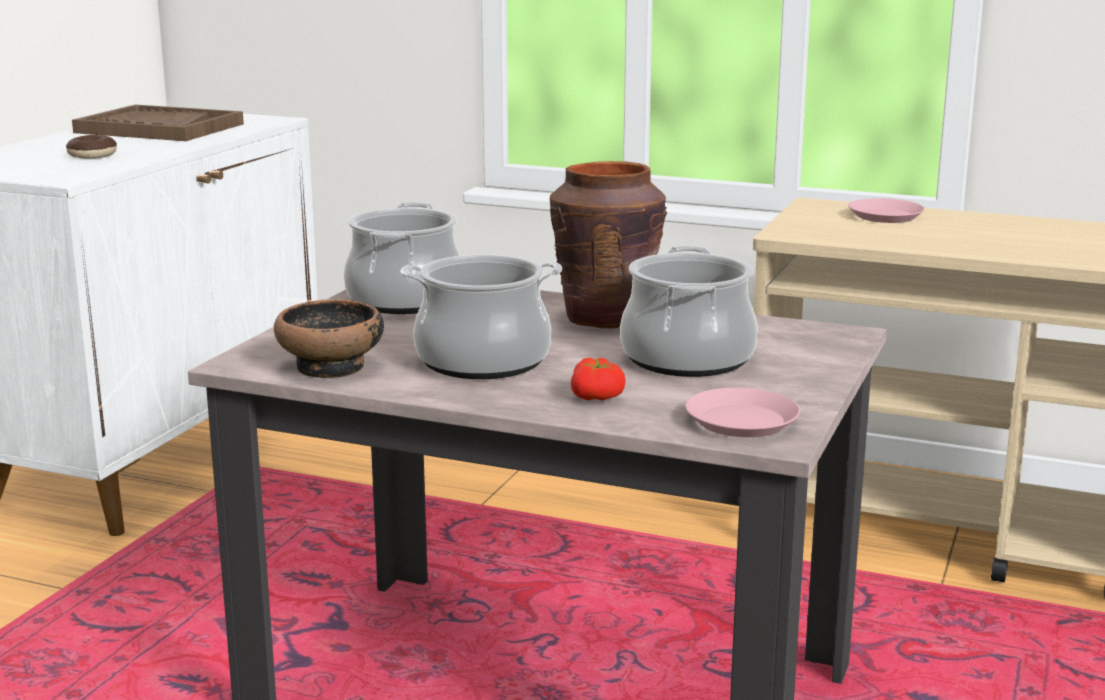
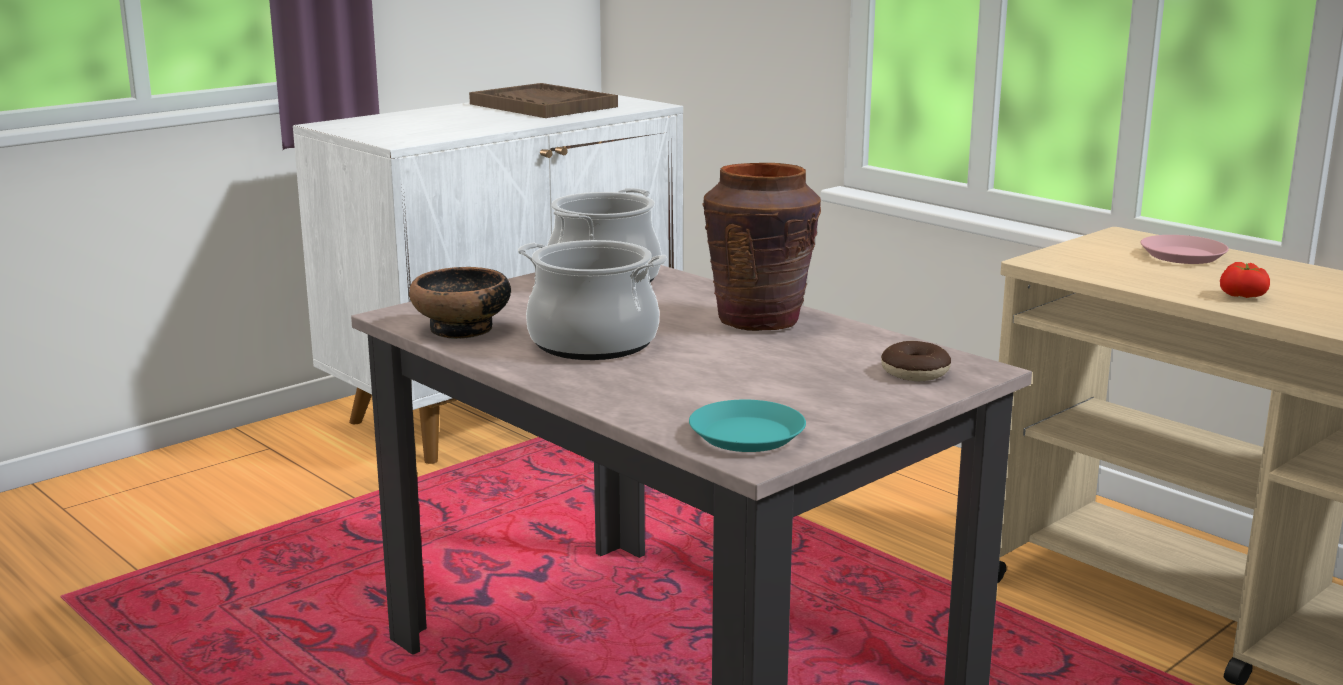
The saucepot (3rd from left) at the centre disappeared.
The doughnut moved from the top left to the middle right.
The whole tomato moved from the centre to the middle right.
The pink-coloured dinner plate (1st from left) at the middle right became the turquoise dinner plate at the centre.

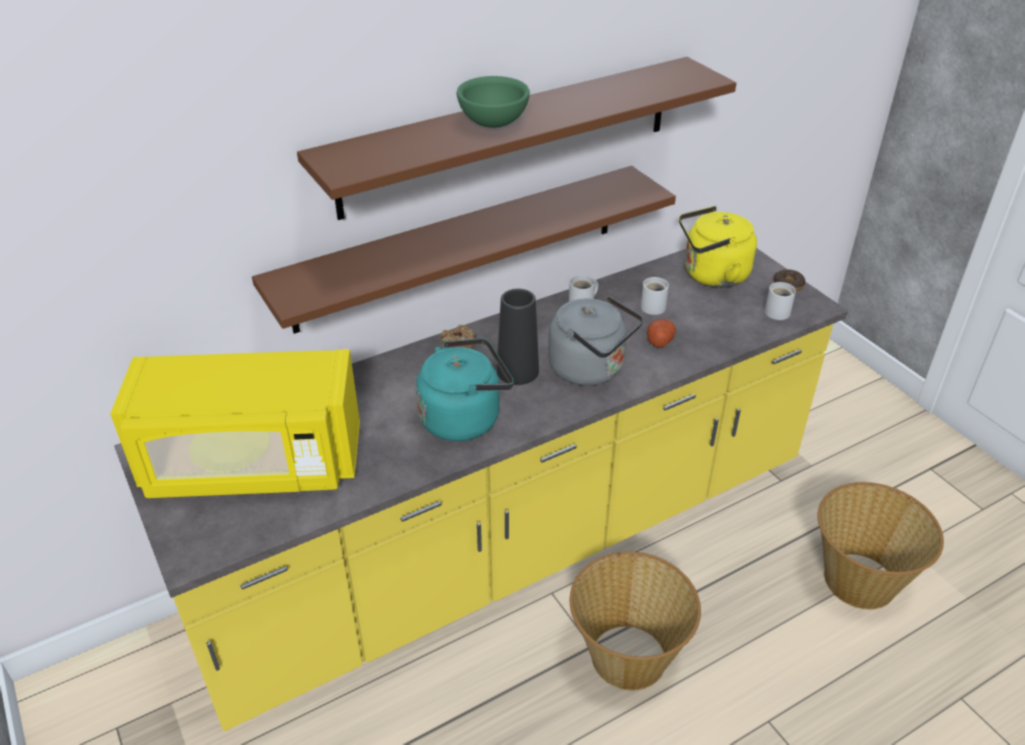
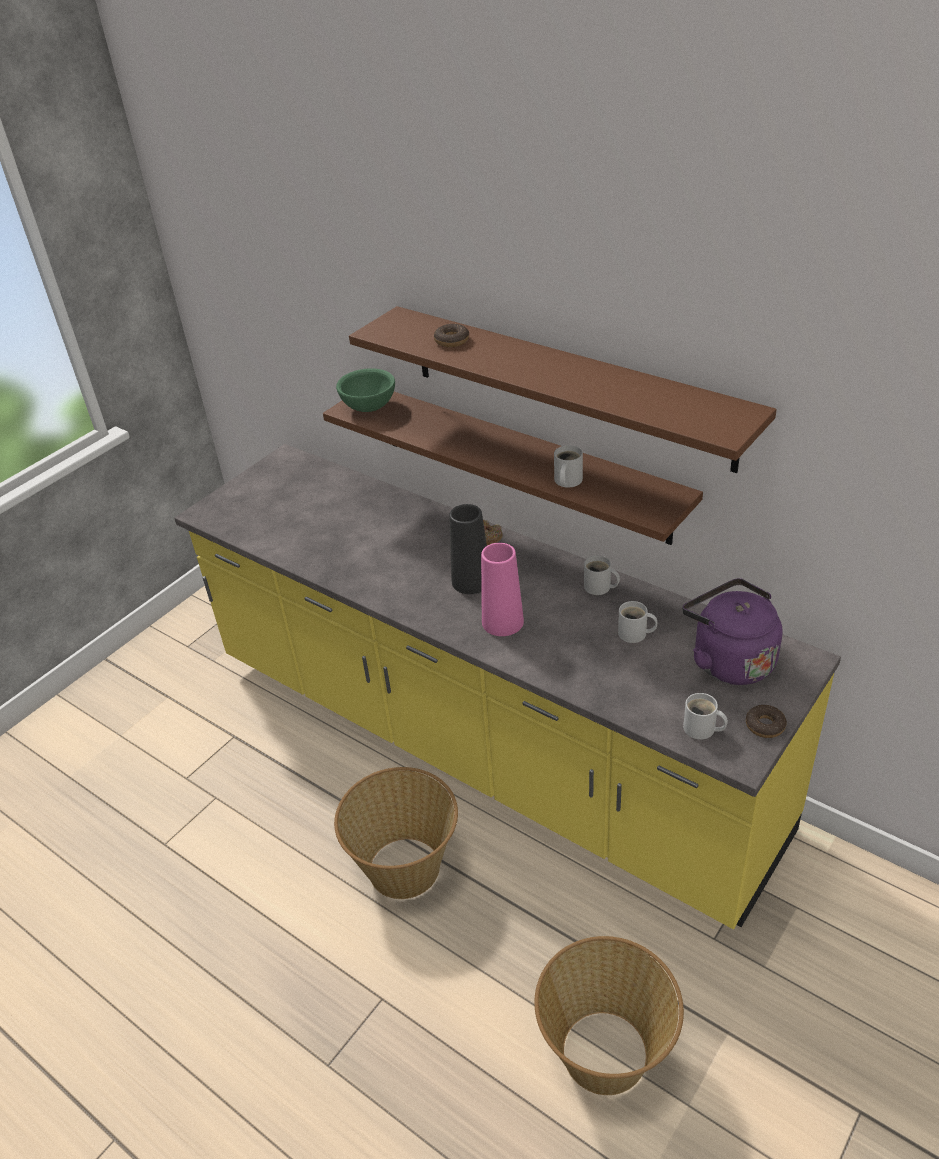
The yellowish kitchen microwave at the middle left disappeared.
The turquoise kettle at the centre disappeared.
The potato at the centre disappeared.
The doughnut (1st from left) at the top centre appeared.
The white tea mug (1st from left) at the centre appeared.
The green-coloured serving bowl moved from the top centre to the centre.
The greyish kettle at the centre was replaced by the pink-coloured flower vase at the centre.
The yellowish kettle at the top right became the purple kettle at the middle right.

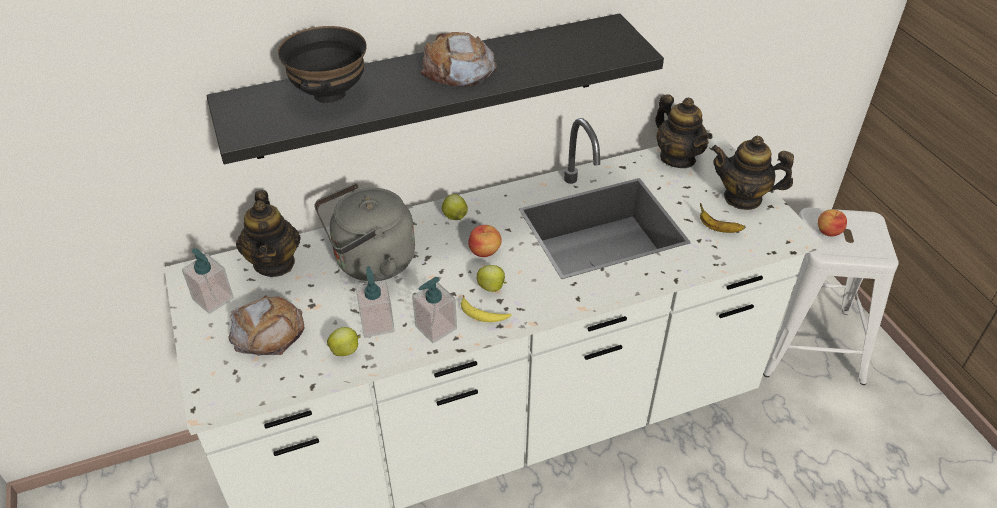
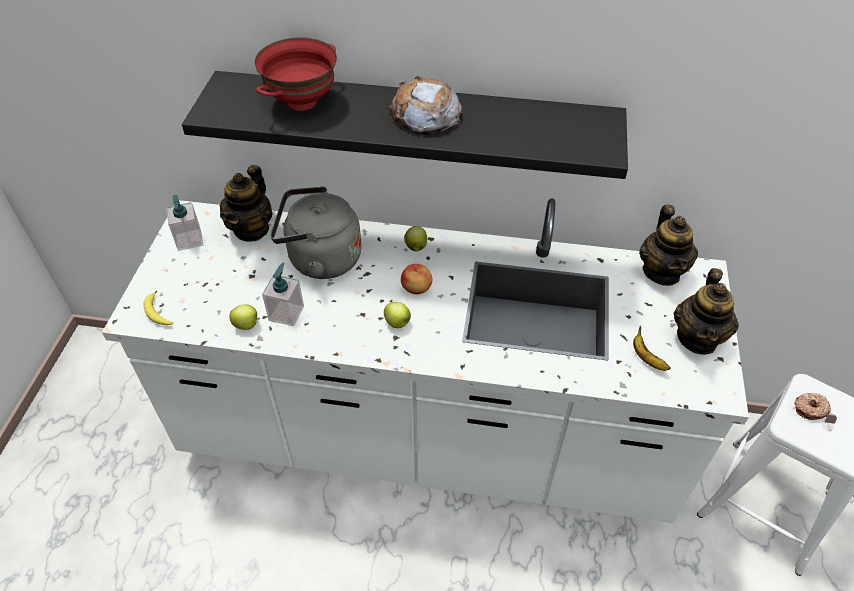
The bakery bread (1st from left) at the middle left disappeared.
The soap dispenser (3rd from left) at the centre disappeared.
The banana (1st from left) moved from the centre to the middle left.
The apple fruit (5th from left) at the middle right was replaced by the doughnut at the bottom right.
The blackish serving bowl at the top left became the reddish serving bowl at the top centre.
The pot for tea (3rd from left) at the middle right turned 120 degrees counterclockwise.

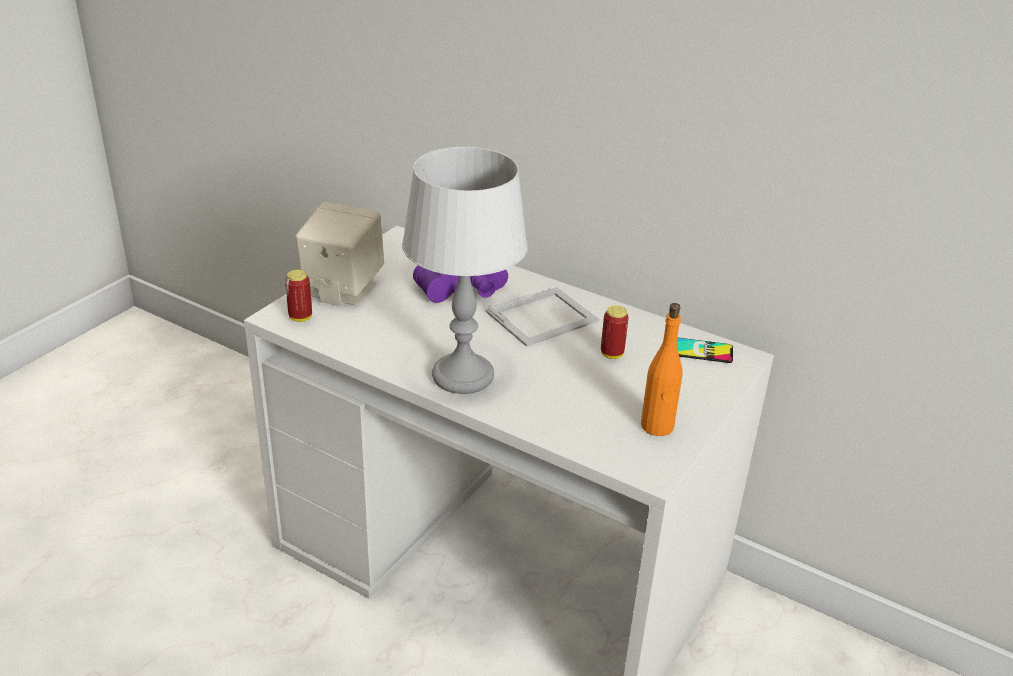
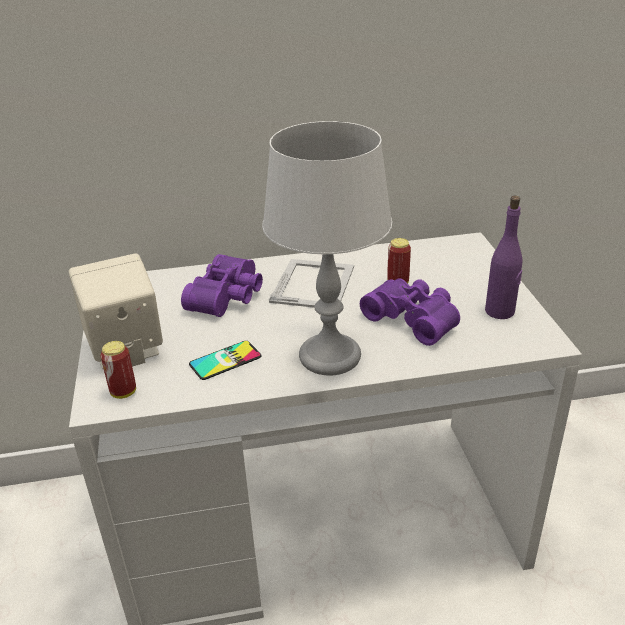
The purple pair of binoculars (2nd from left) at the centre appeared.
The handset moved from the middle right to the centre.
The orange bottle at the centre became the purple bottle at the middle right.

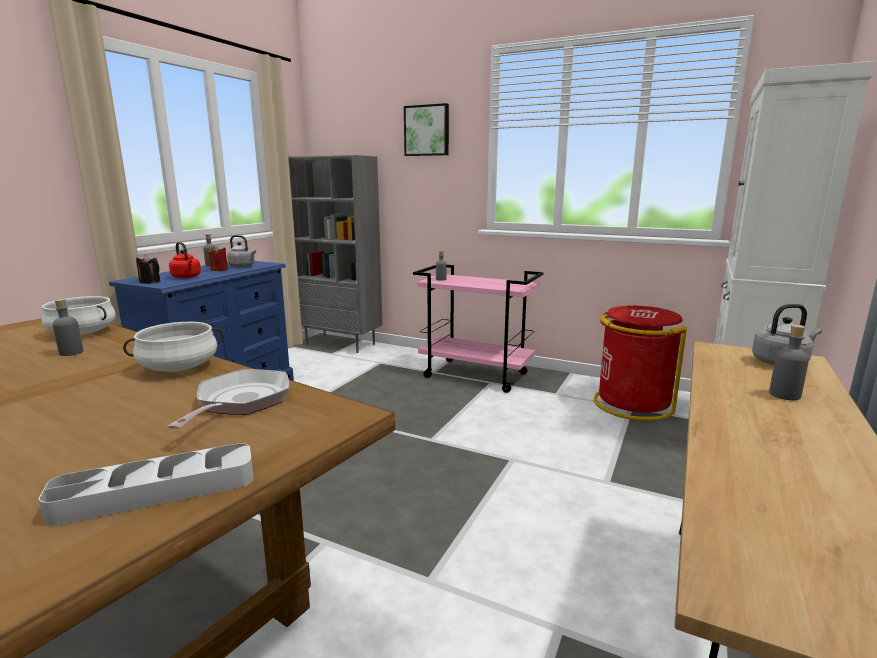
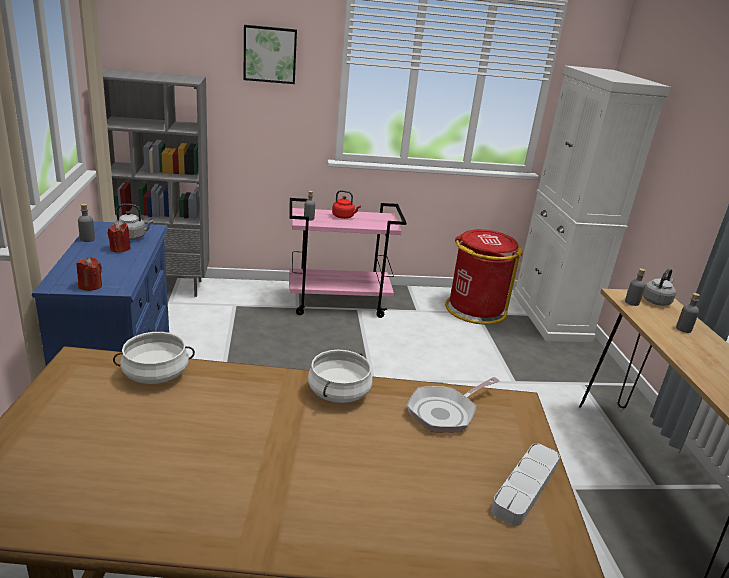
The greyish bottle (1st from left in the first image) moved from the middle left to the middle right.
The reddish kettle moved from the middle left to the centre.
The blackish wax candle at the middle left became the reddish wax candle (1st from left) at the middle left.
The pan at the middle left turned 105 degrees counterclockwise.

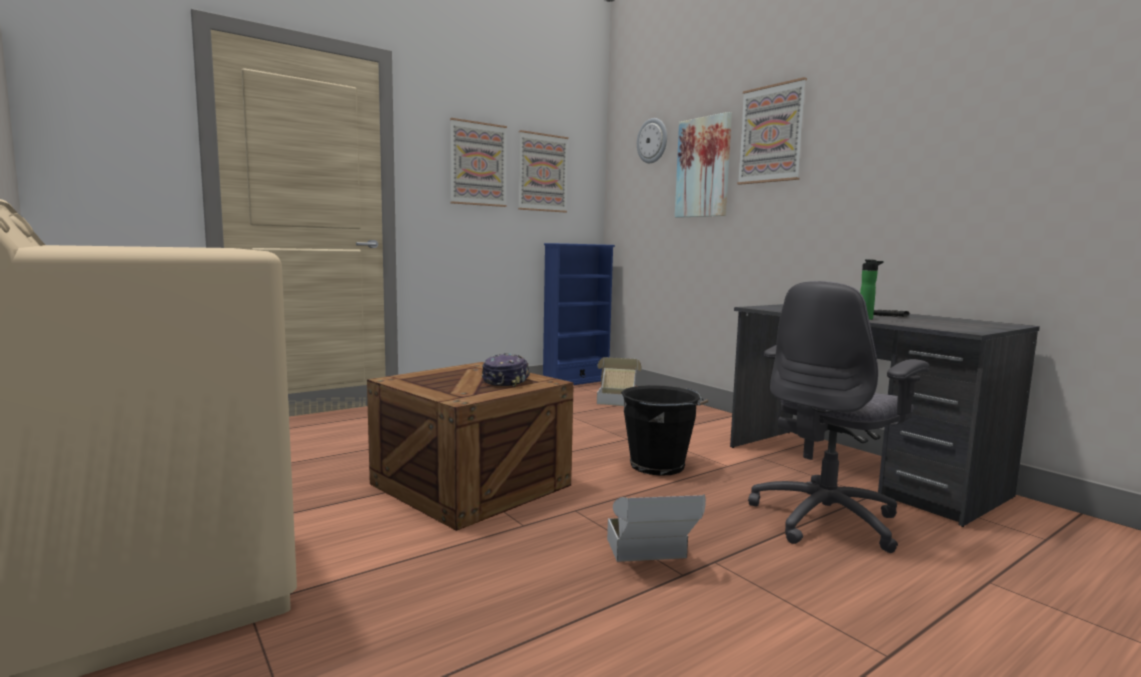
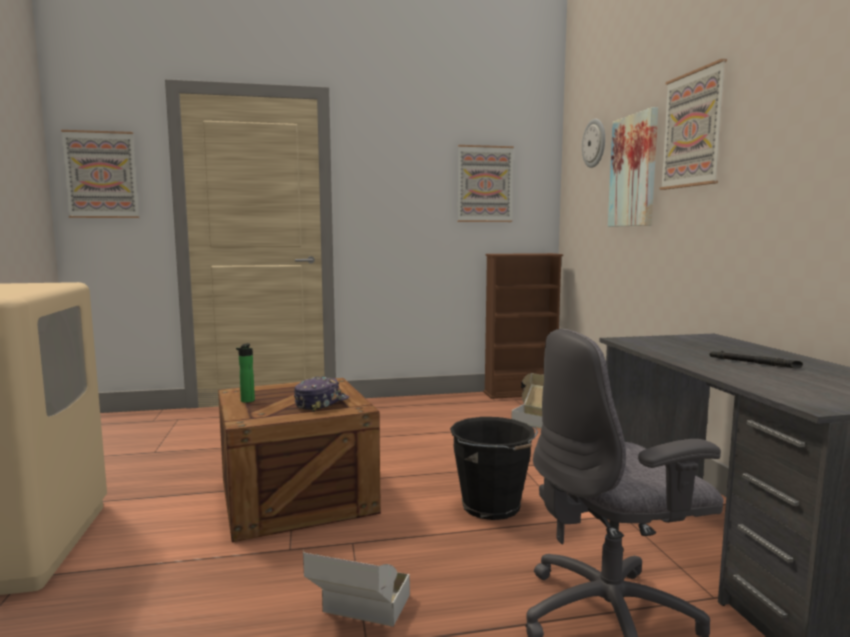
The picture (1st from left) moved from the top centre to the top left.
The bottle moved from the middle right to the middle left.
The blue-coloured bookshelf at the centre became the brownish bookshelf at the centre.

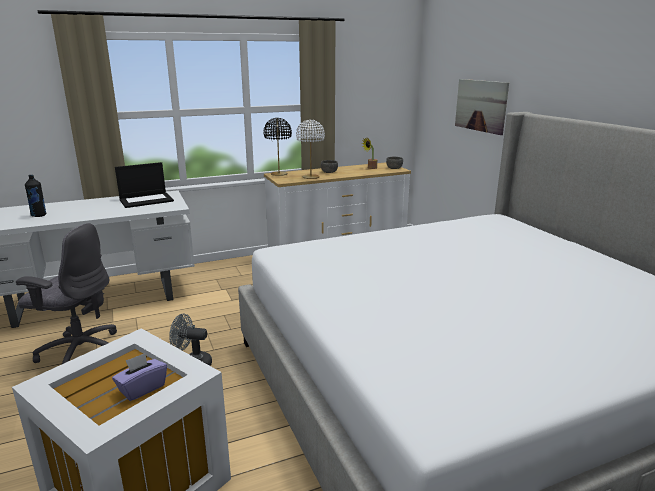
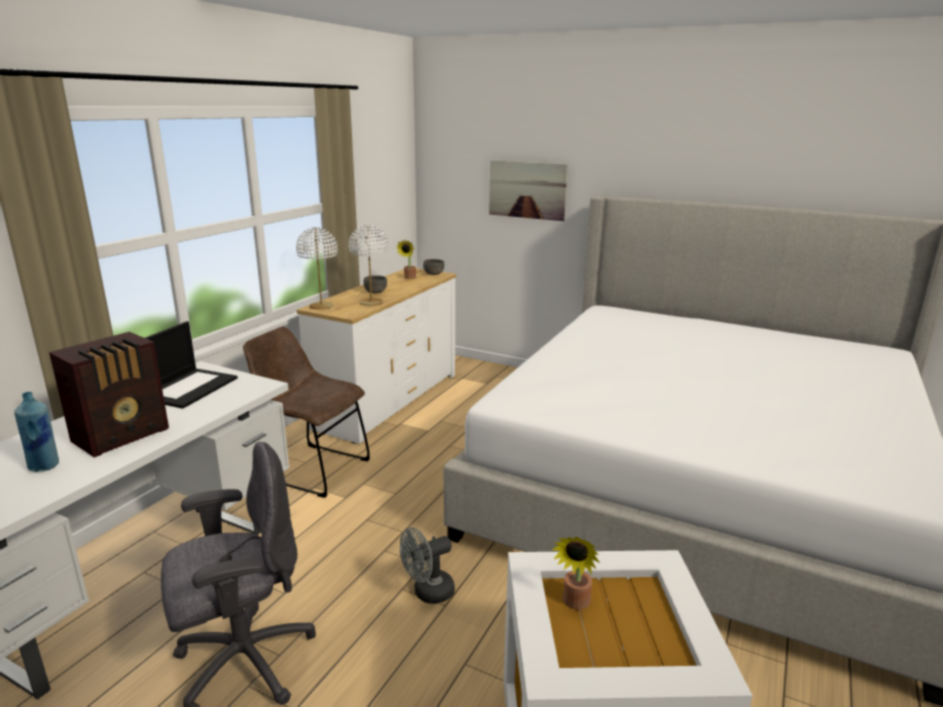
The purple box of tissues at the bottom left disappeared.
The radio receiver at the middle left appeared.
The brownish plain chair at the middle left appeared.
The potted plant (2nd from left) at the bottom centre appeared.
The blackish bottle at the middle left became the blue-coloured bottle at the middle left.
The blackish table lamp at the top centre became the white table lamp (1st from left) at the centre.

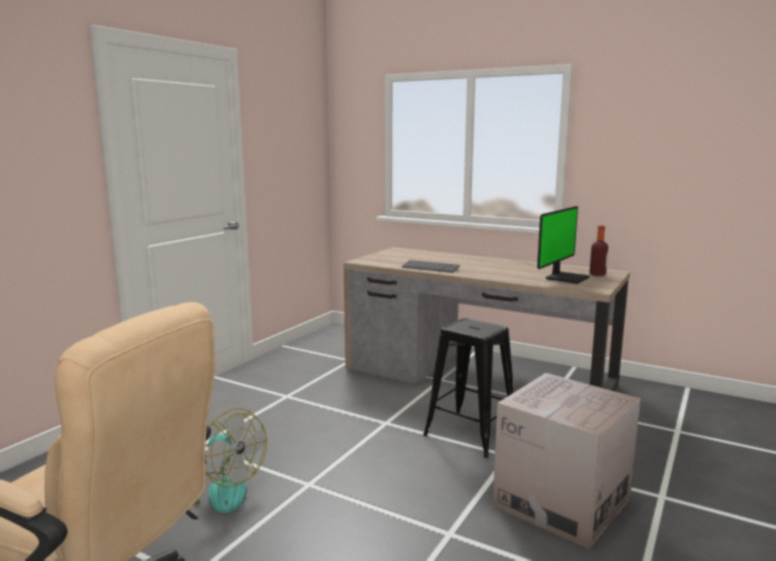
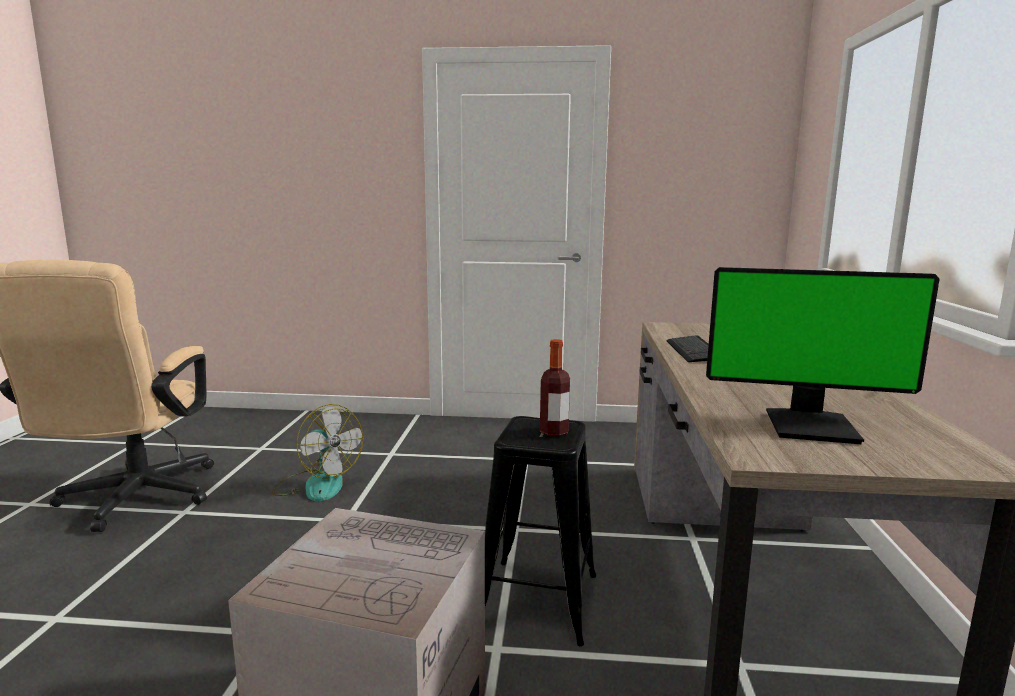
The bottle moved from the middle right to the centre.
The cooling fan at the bottom left turned 60 degrees counterclockwise.

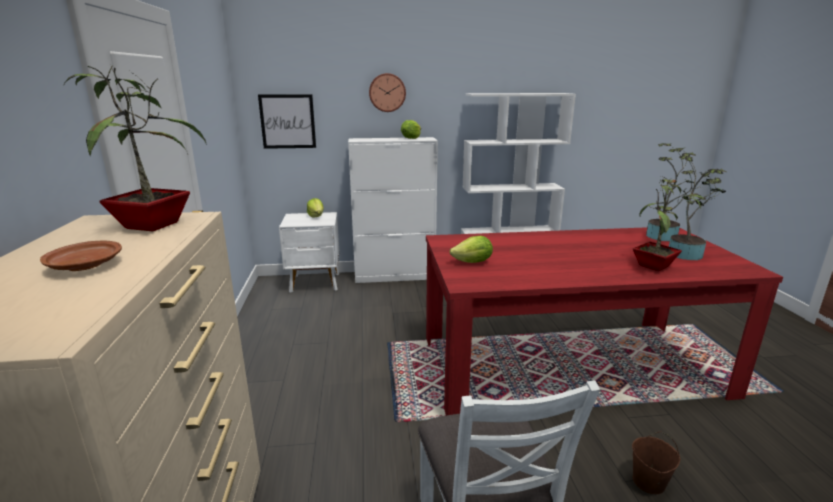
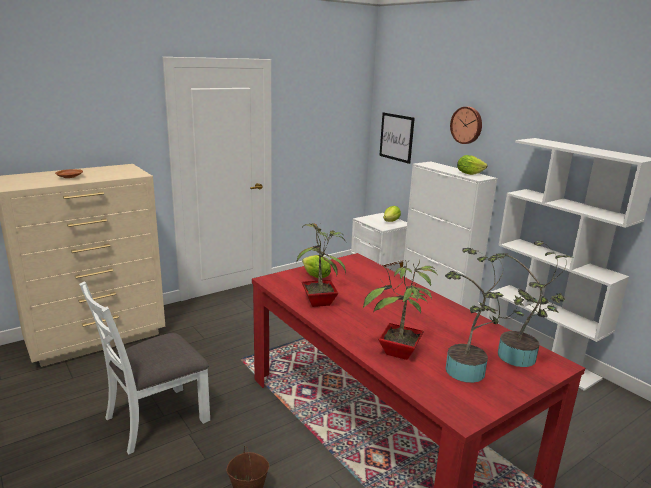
The potted plant (1st from left) moved from the top left to the centre.

